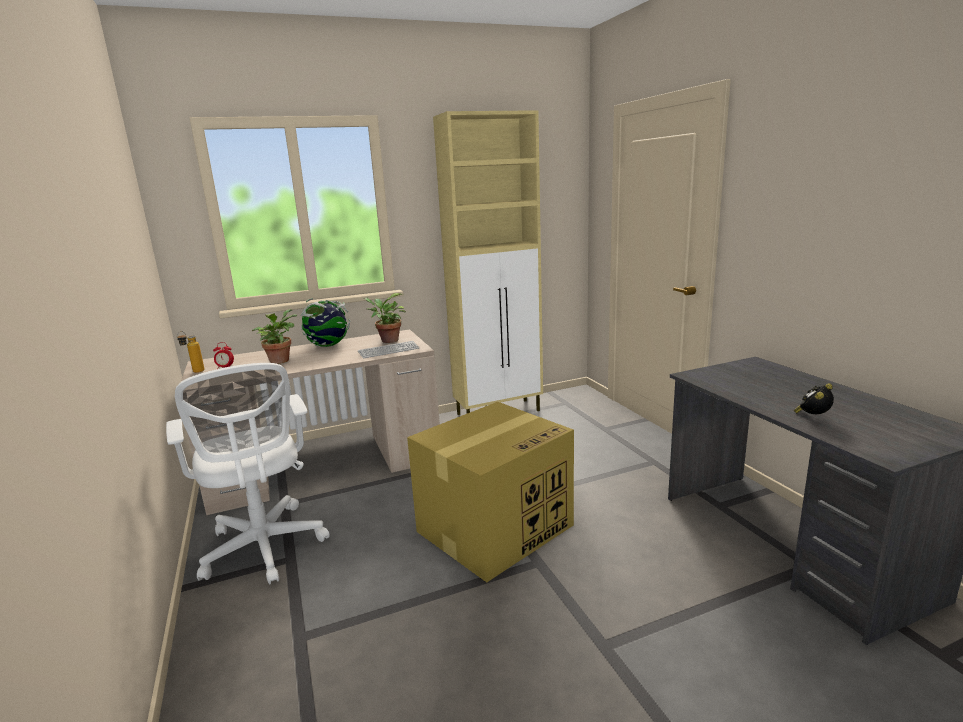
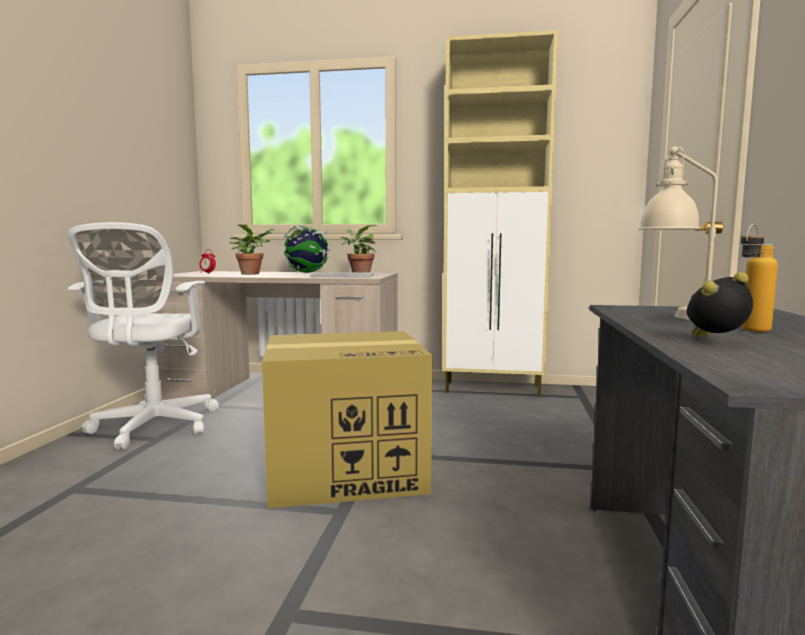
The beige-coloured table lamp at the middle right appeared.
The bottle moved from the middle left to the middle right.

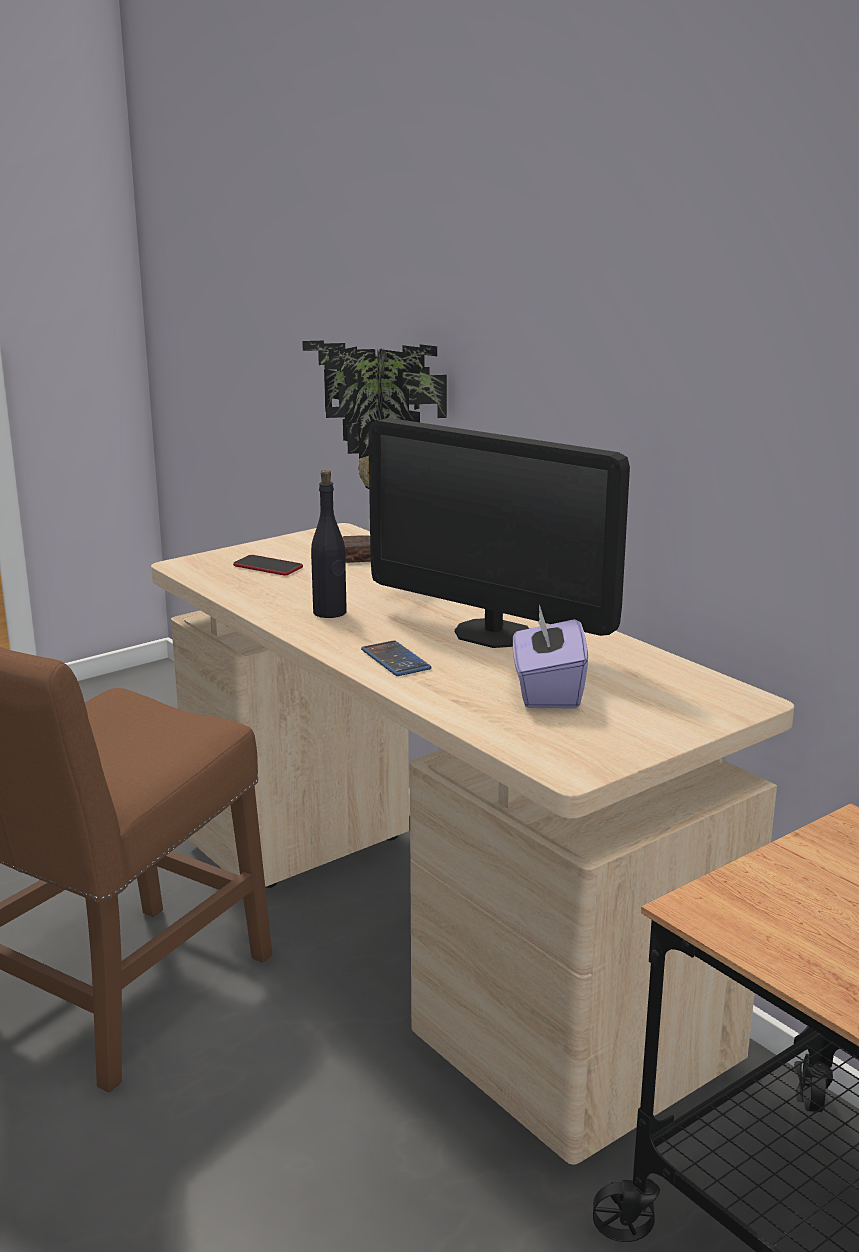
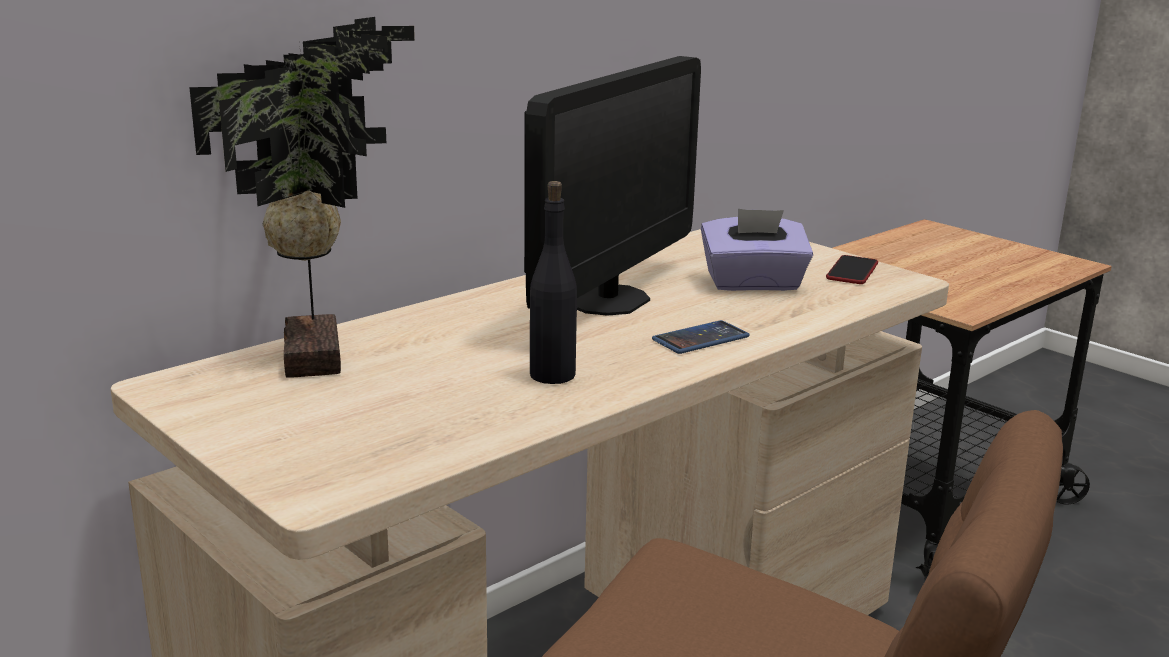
The handset (1st from left in the first image) moved from the middle left to the middle right.

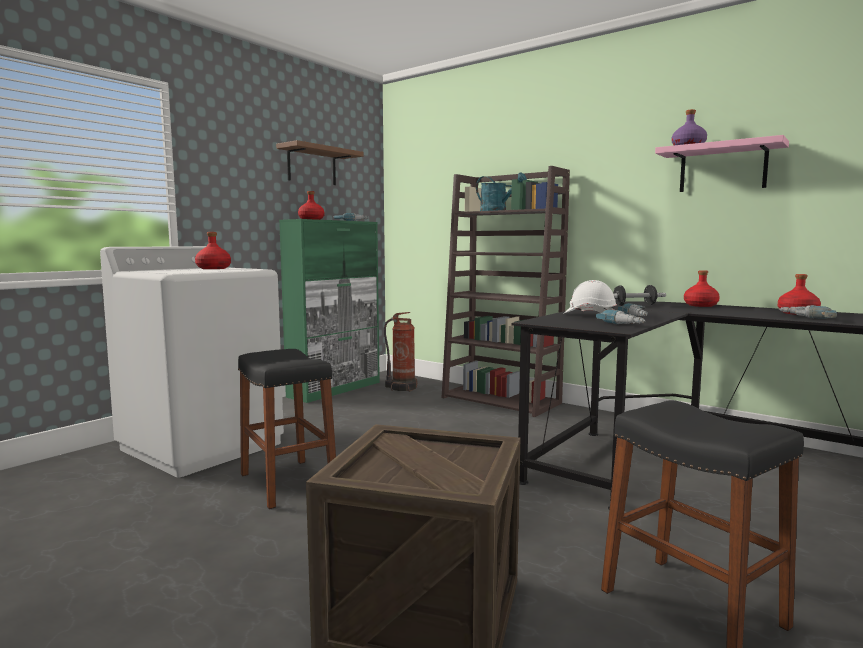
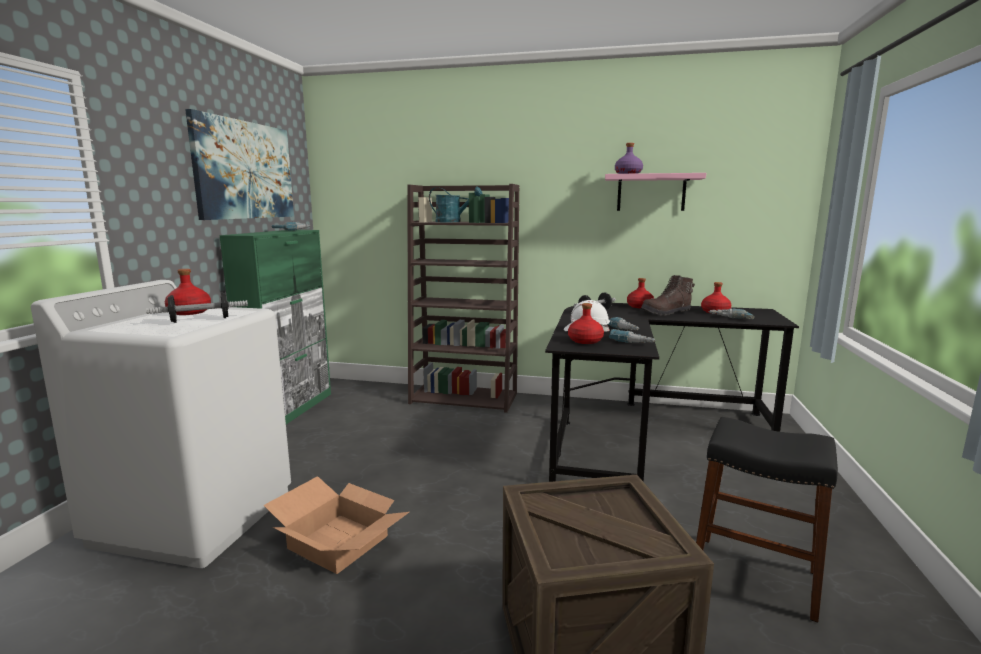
The extinguisher at the centre disappeared.
The free weight (1st from left) at the middle left appeared.
The brownish high-top boot at the middle right appeared.
The reddish bottle (2nd from left) moved from the top centre to the centre.
The blackish sitting stool (1st from left) at the middle left was replaced by the carton at the bottom centre.
The brownish wall shelf at the top centre was replaced by the picture at the top left.

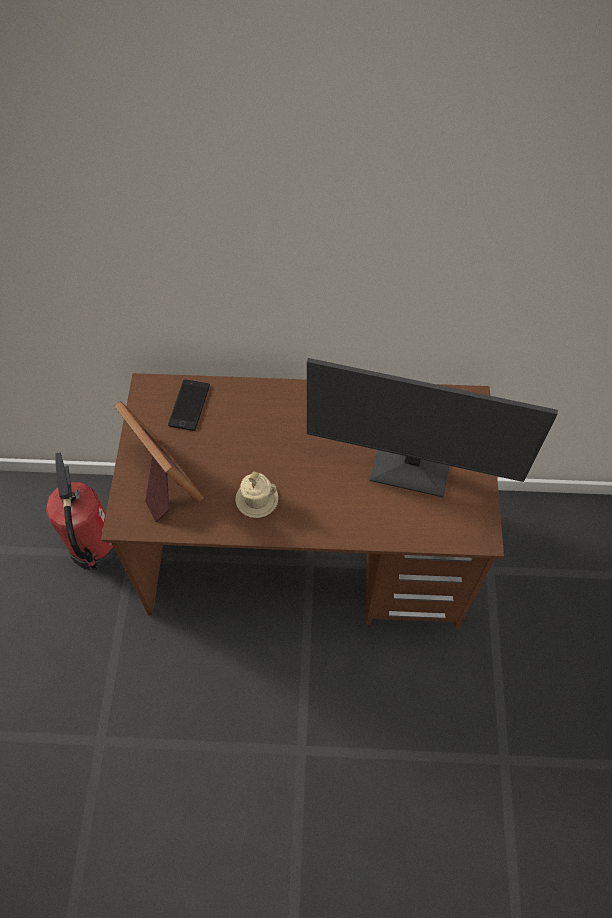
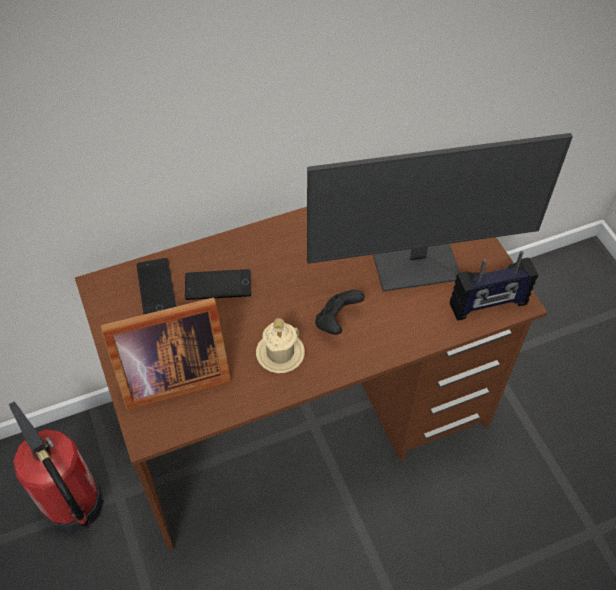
The handset (2nd from left) at the centre appeared.
The blackish game controller at the centre appeared.
The radio receiver at the middle right appeared.
The picture frame at the middle left turned 135 degrees clockwise.

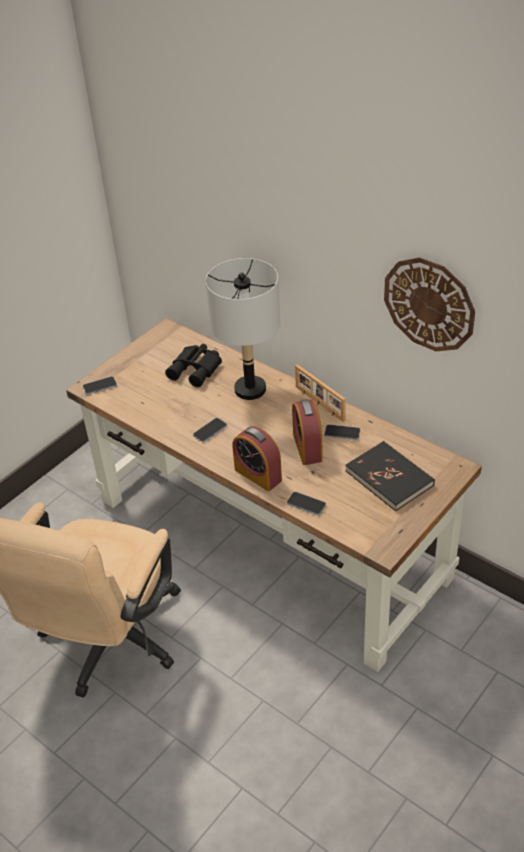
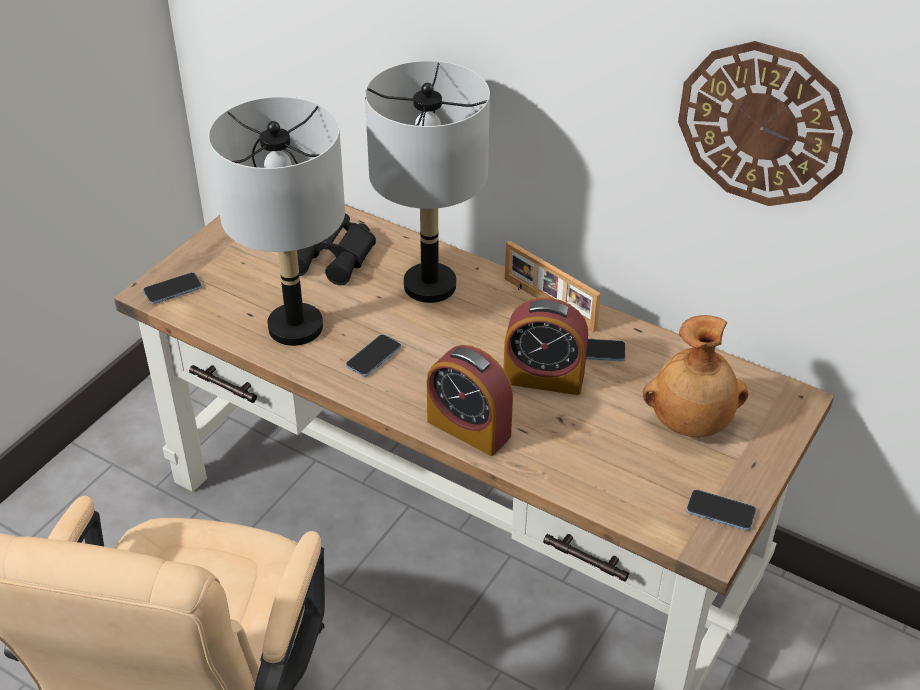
The greyish table lamp (1st from left) at the top left appeared.
The handset (3rd from left in the first image) moved from the centre to the bottom right.
The blackish volume at the middle right was replaced by the brownish flower vase at the middle right.
The alarm clock (2nd from left) at the centre turned 60 degrees counterclockwise.

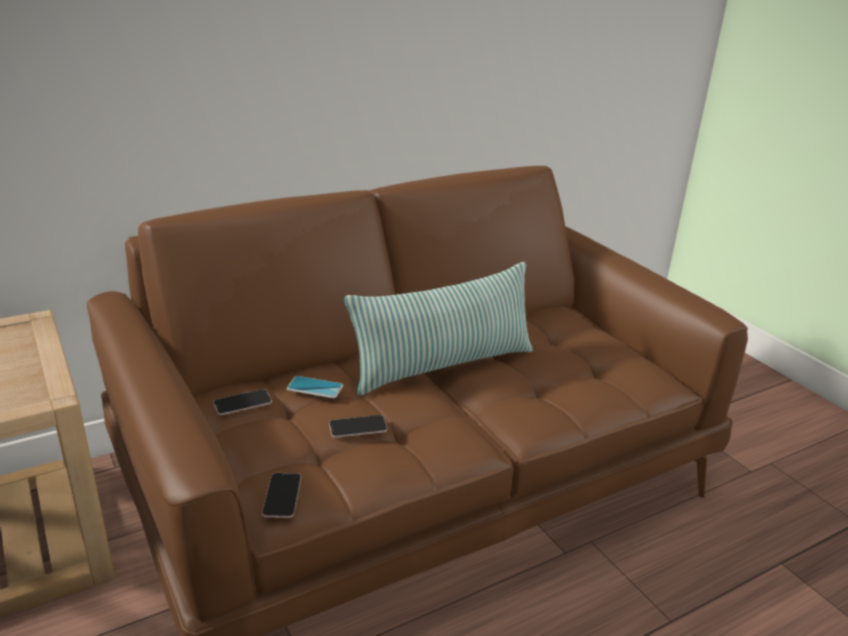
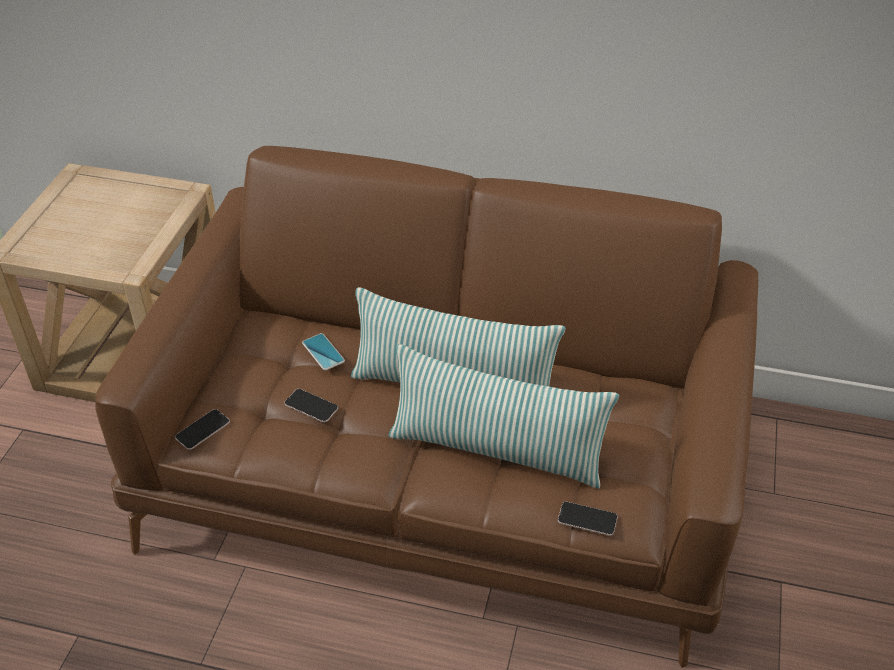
The cushion (2nd from left) at the centre appeared.
The handset (1st from left in the first image) moved from the middle left to the bottom centre.

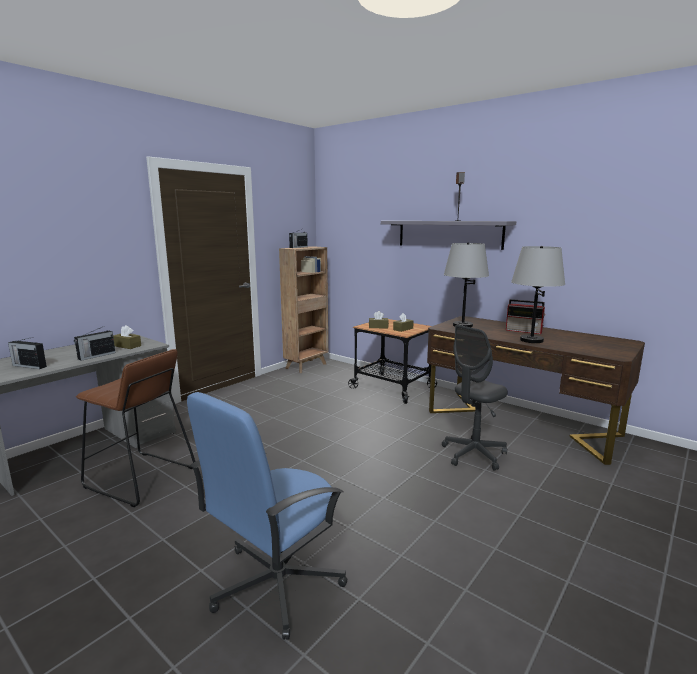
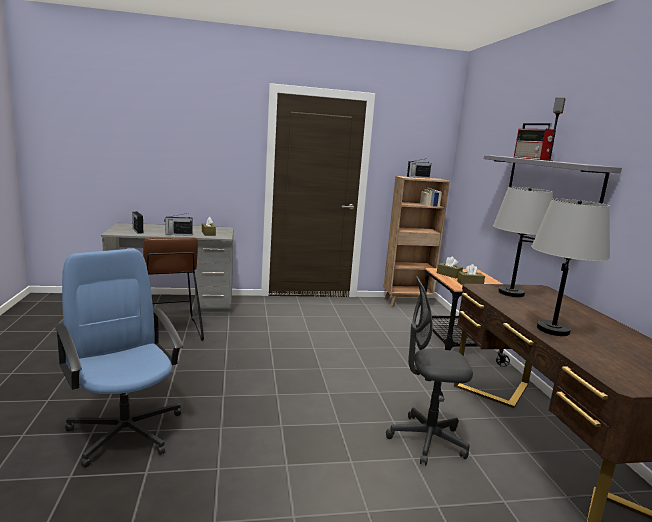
The radio receiver (4th from left) moved from the middle right to the top right.
The blue-coloured desk chair at the bottom centre turned 60 degrees clockwise.

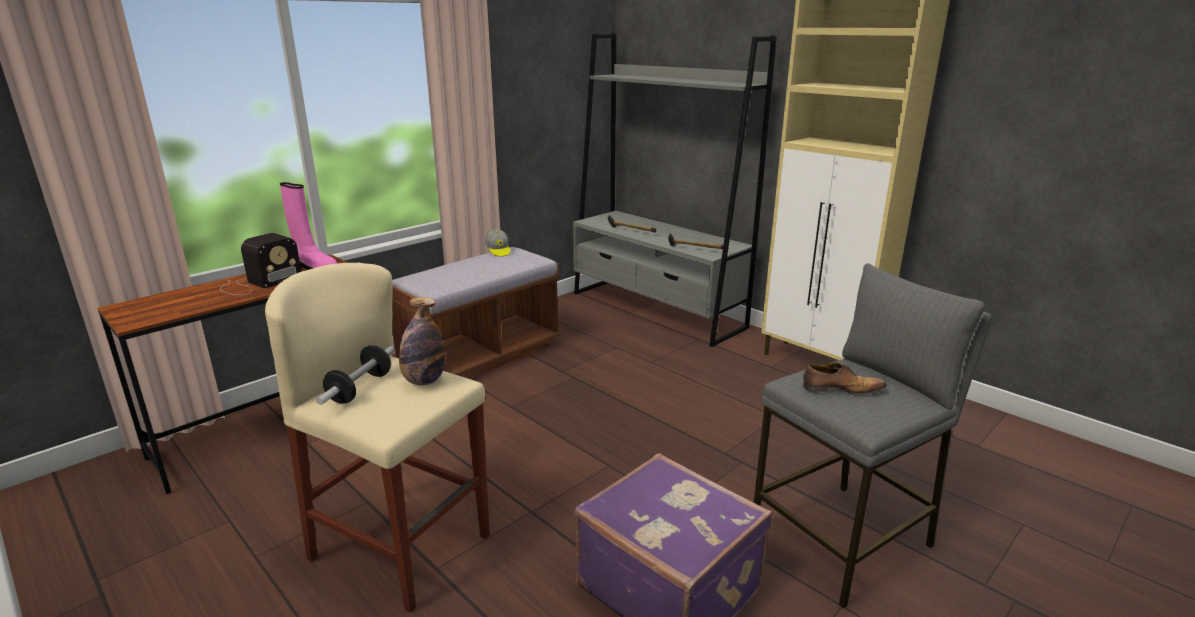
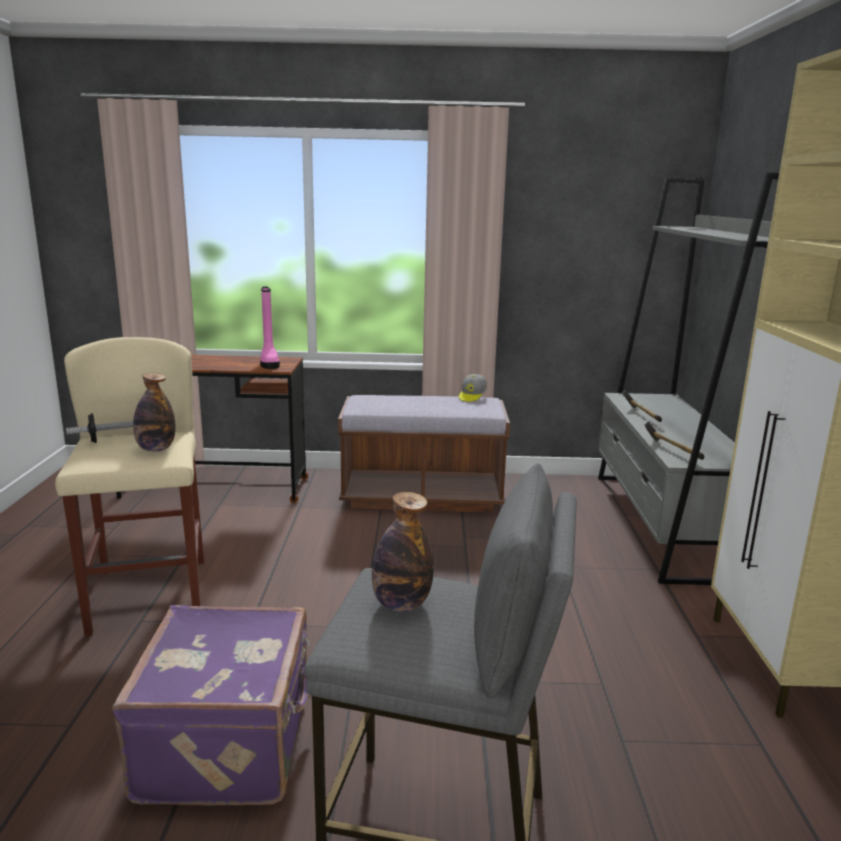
The radio receiver at the middle left disappeared.
The shoe at the middle right was replaced by the bottle (2nd from left) at the centre.

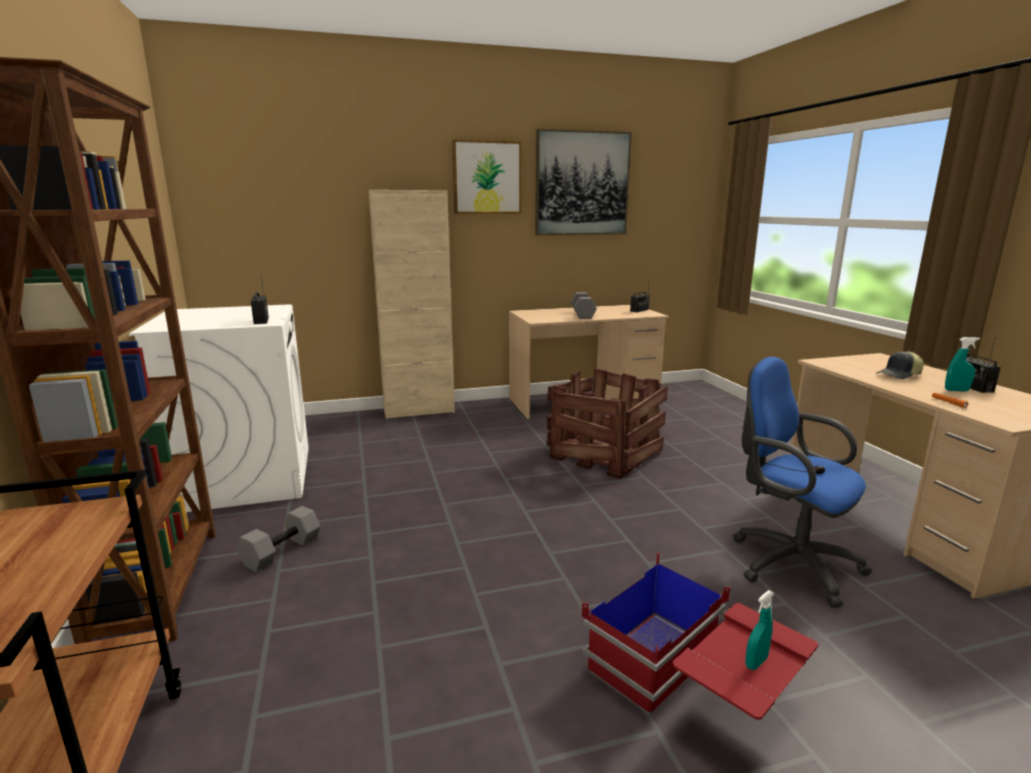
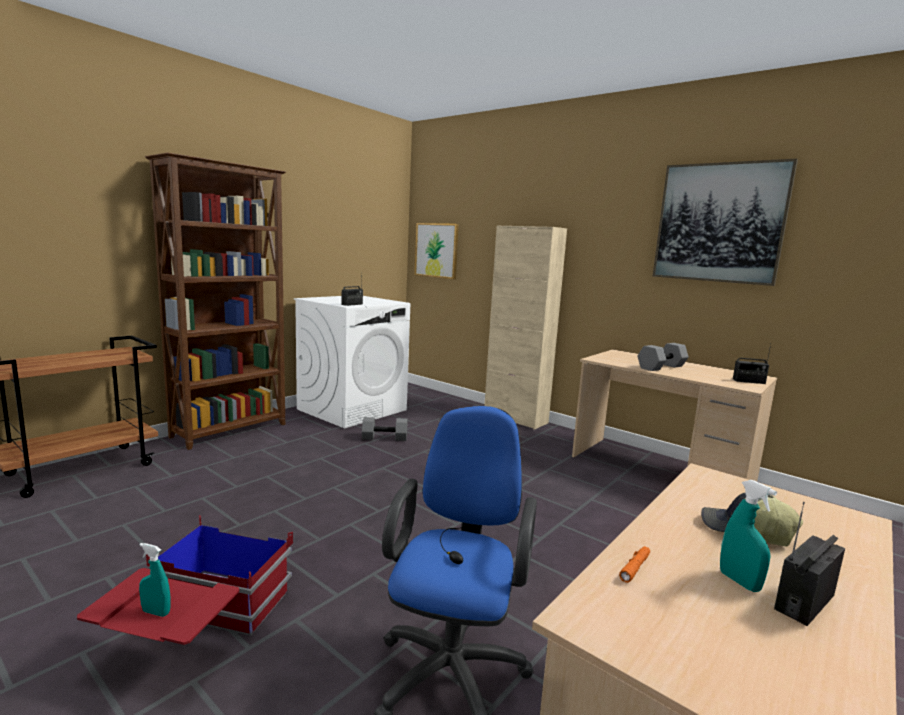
The packing crate at the centre disappeared.
The greyish free weight (1st from left) moved from the bottom left to the centre.
The picture (1st from left) moved from the top centre to the centre.

